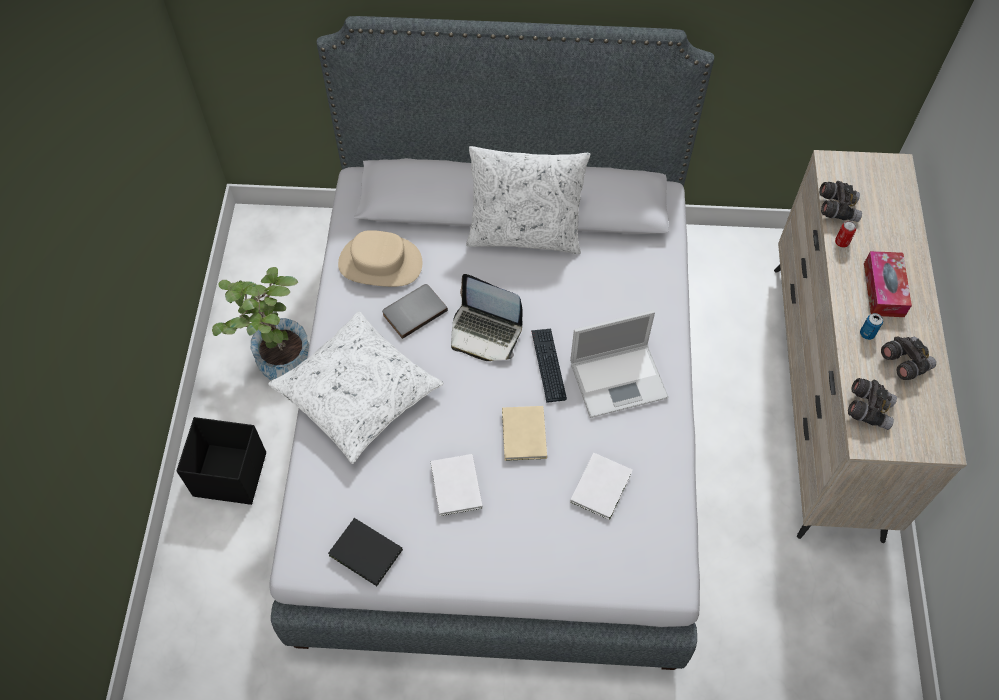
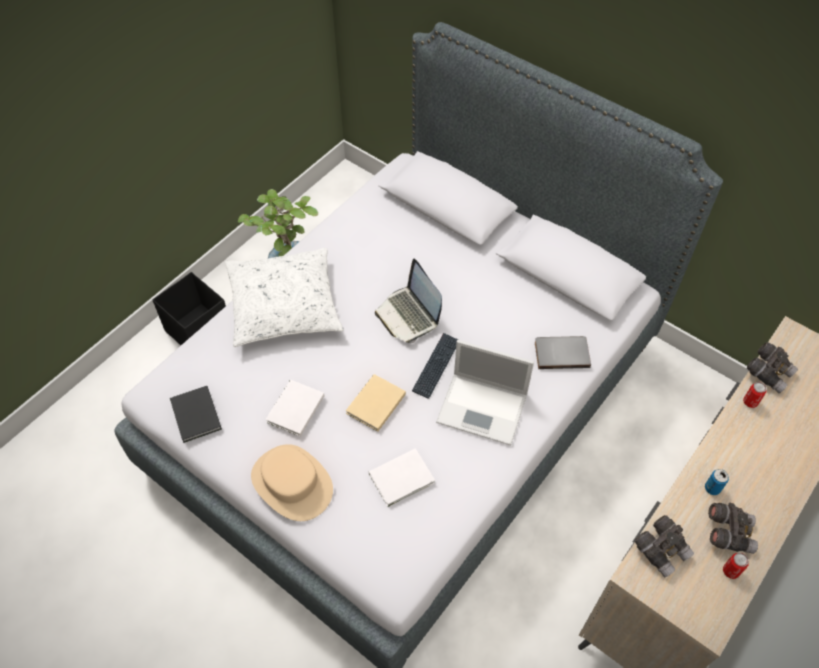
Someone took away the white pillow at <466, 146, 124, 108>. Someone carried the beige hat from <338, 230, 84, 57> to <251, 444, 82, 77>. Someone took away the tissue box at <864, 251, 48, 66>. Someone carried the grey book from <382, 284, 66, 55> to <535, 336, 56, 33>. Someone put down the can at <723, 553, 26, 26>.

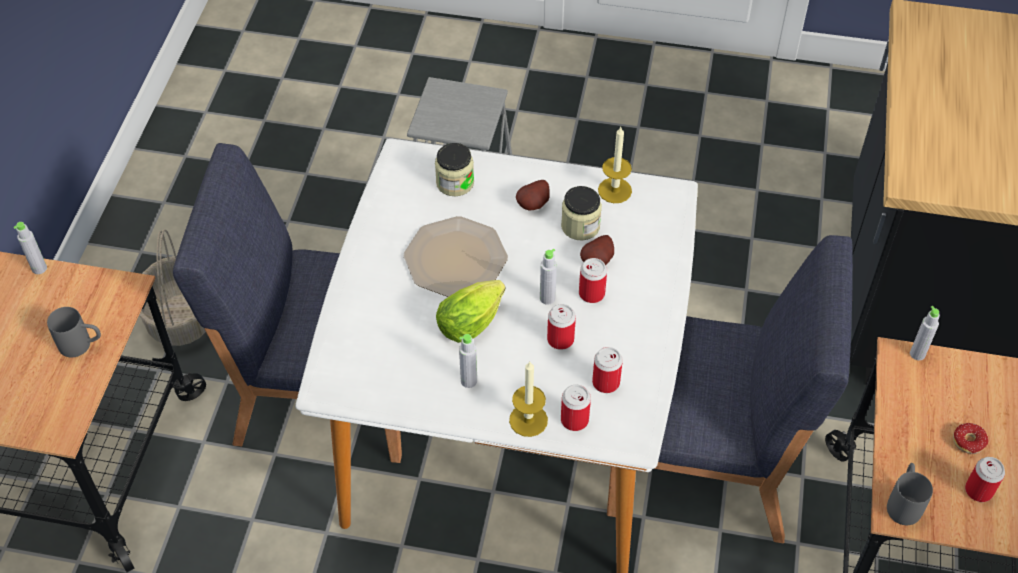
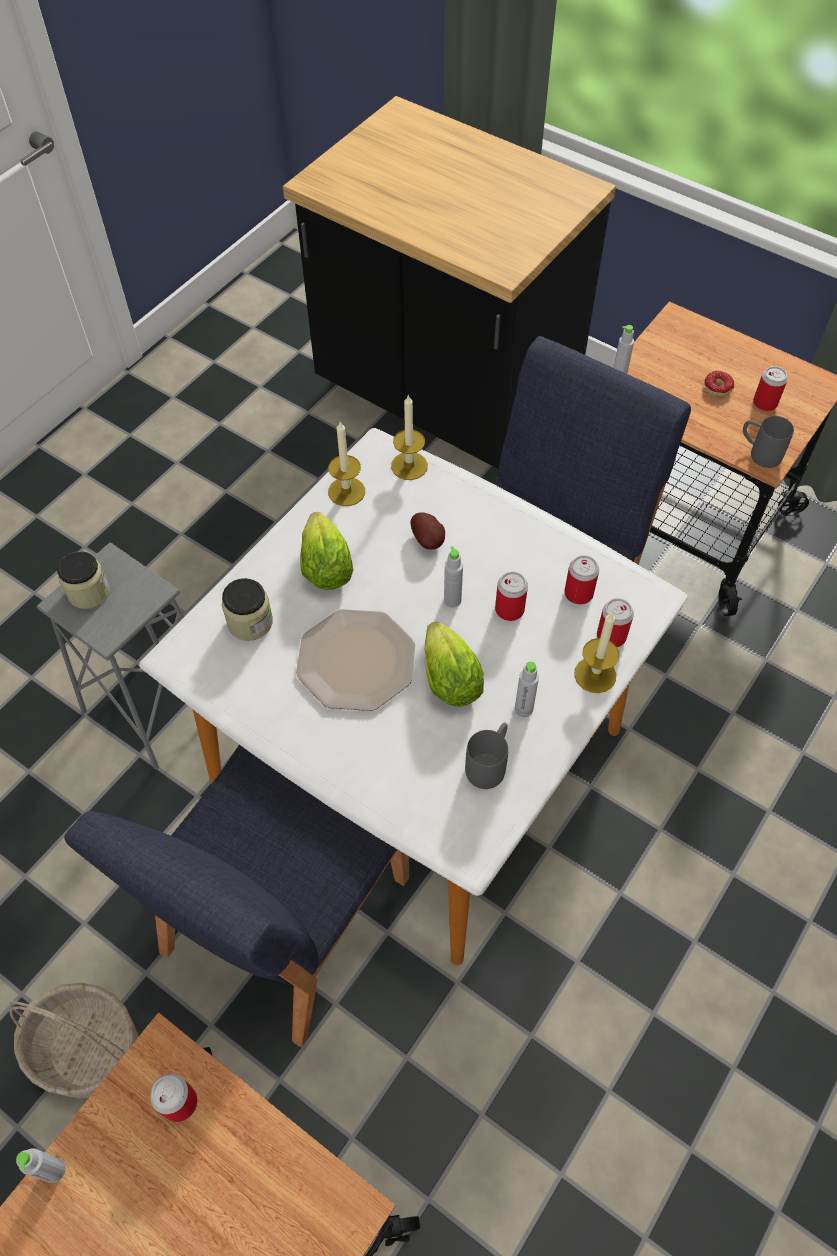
Someone swapped the potato at <516, 180, 34, 31> for the lettuce at <300, 512, 53, 78>. Someone carried the jar from <561, 186, 41, 55> to <57, 551, 53, 58>. Someone carried the can from <579, 258, 28, 45> to <150, 1074, 47, 48>. Someone carried the grey mug from <47, 307, 54, 51> to <465, 723, 43, 66>. Someone put down the candle at <391, 395, 37, 85>.

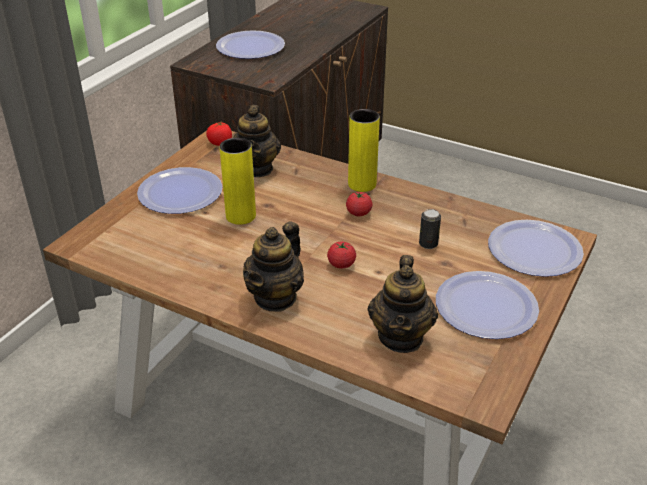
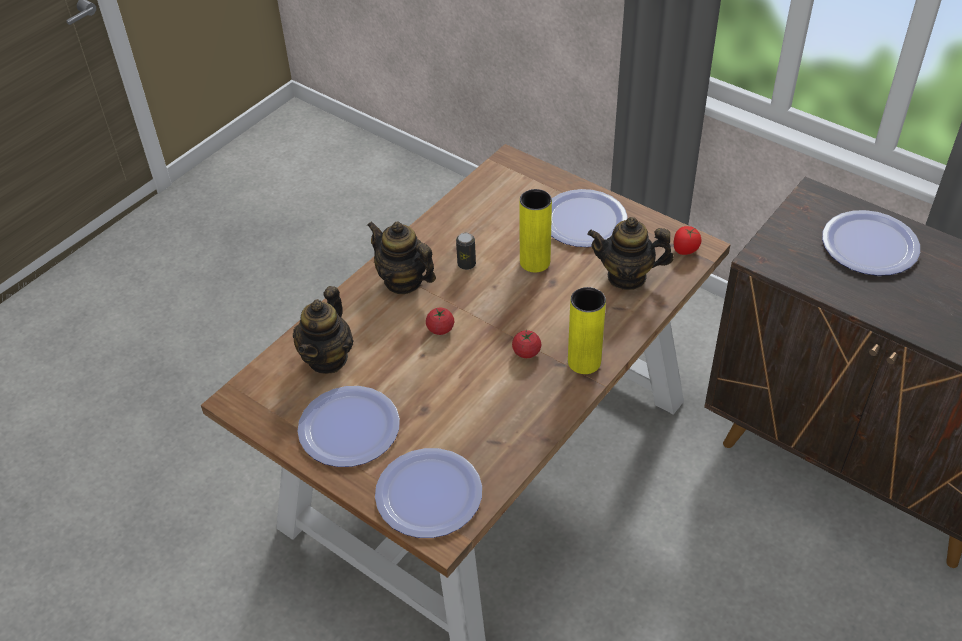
Someone carried the can from <419, 209, 22, 40> to <456, 233, 20, 37>. Someone rotated the teapot at <368, 255, 70, 98> by 90 degrees counterclockwise.

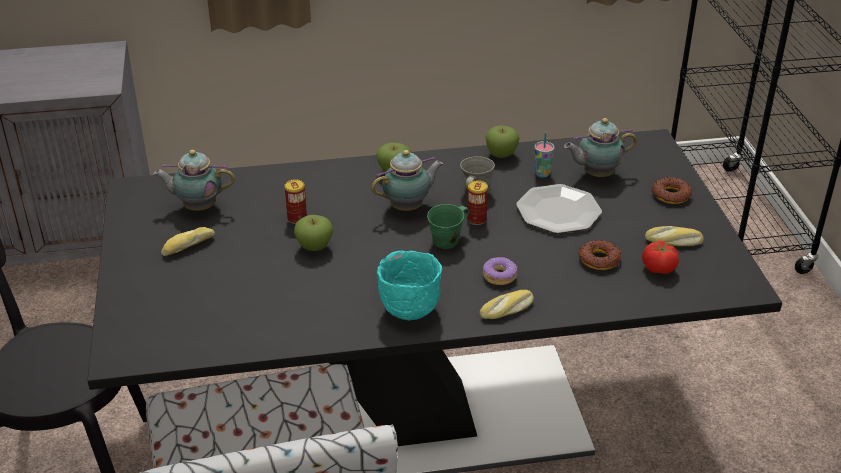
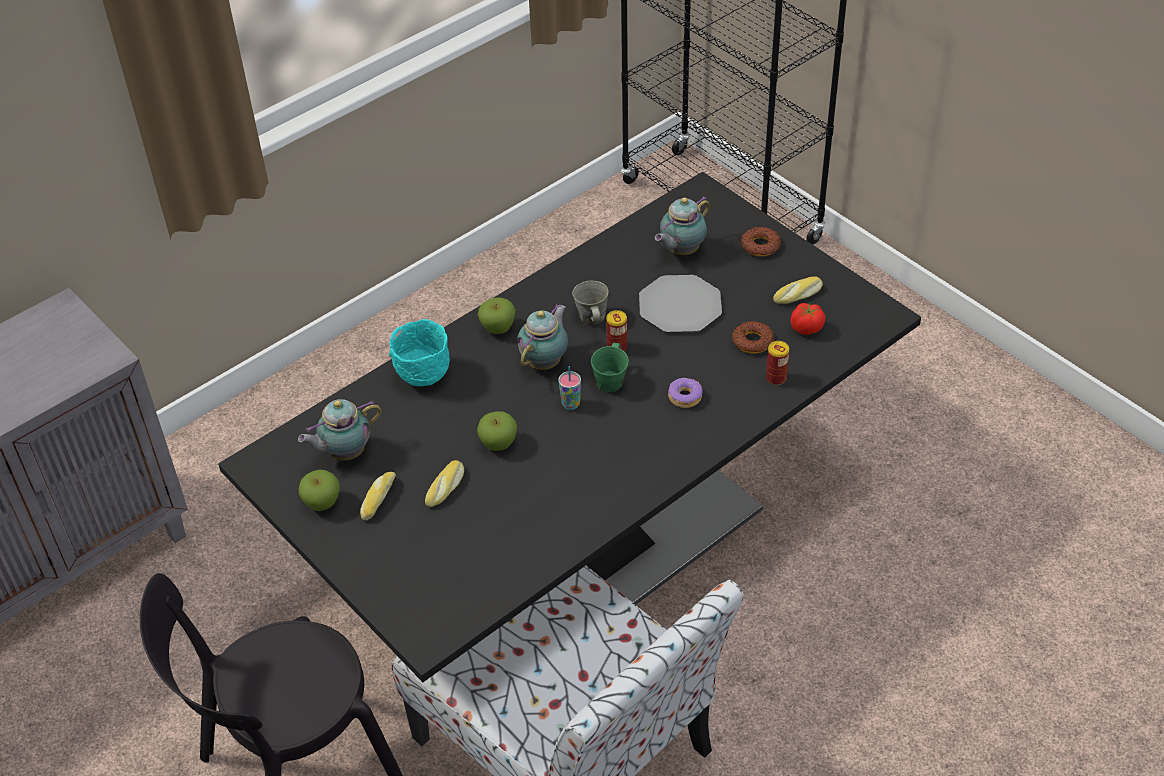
Someone carried the apple from <485, 126, 34, 32> to <299, 469, 41, 42>. Someone carried the cup from <534, 132, 21, 46> to <559, 366, 22, 44>. Someone carried the can from <285, 179, 22, 45> to <766, 341, 23, 44>. Someone carried the turquoise bowl from <376, 251, 66, 70> to <389, 319, 61, 67>. Someone carried the bread from <480, 290, 54, 29> to <425, 460, 39, 47>.

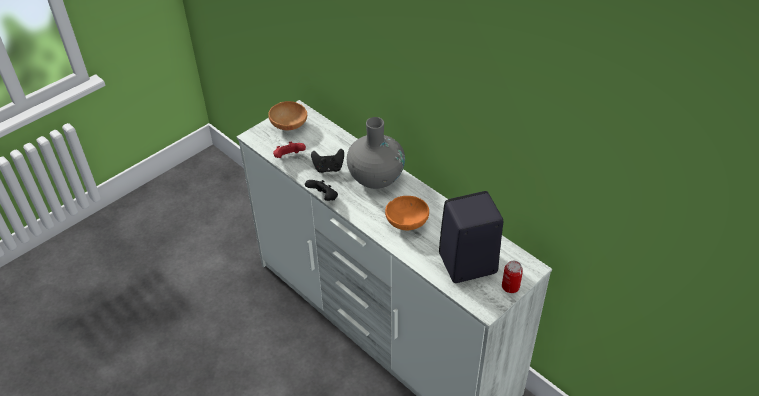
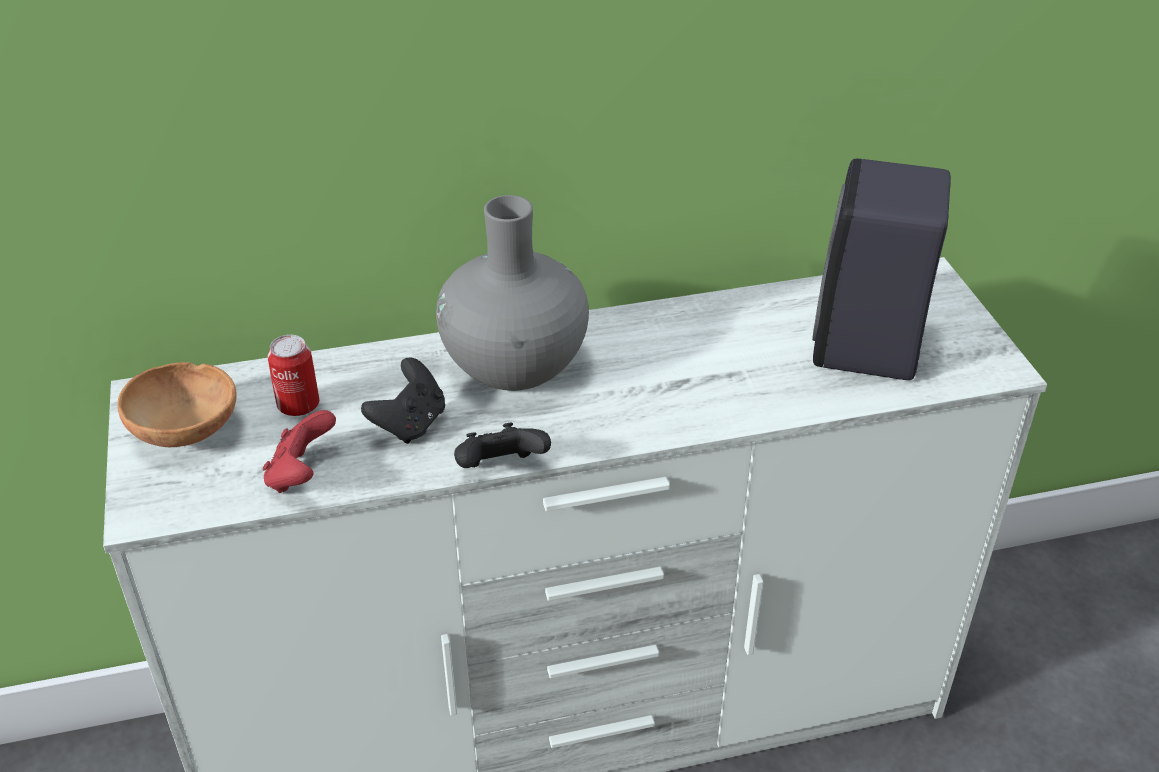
Someone took away the orange bowl at <385, 196, 44, 34>. Someone carried the can from <502, 261, 21, 32> to <268, 335, 51, 81>.

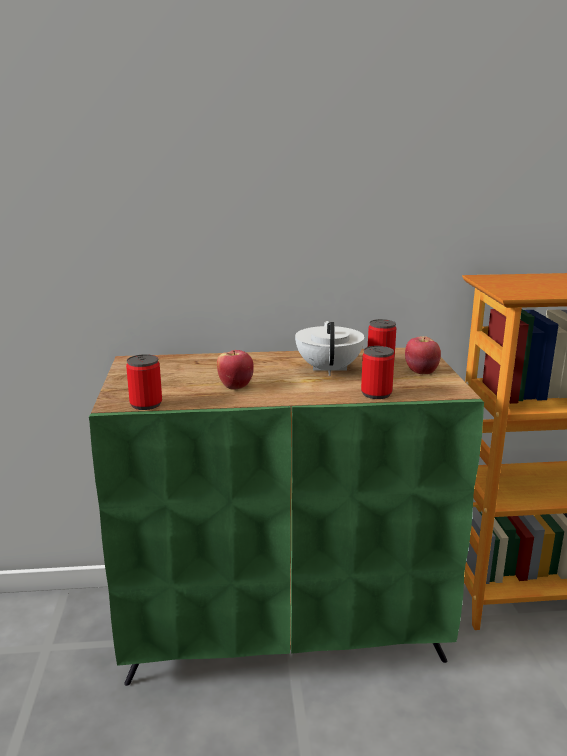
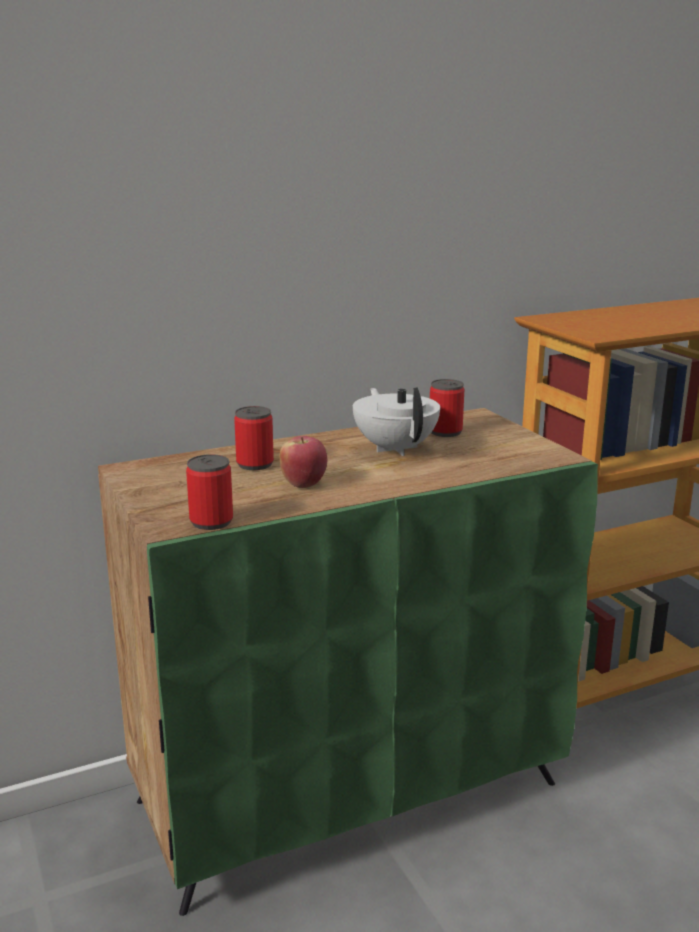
Someone took away the apple at <405, 336, 36, 38>. Someone carried the can from <361, 346, 33, 53> to <234, 406, 40, 64>.

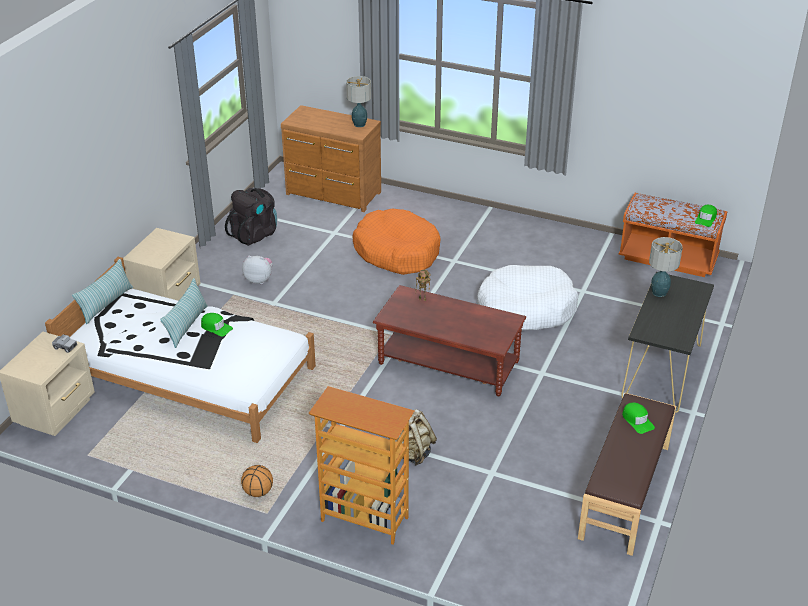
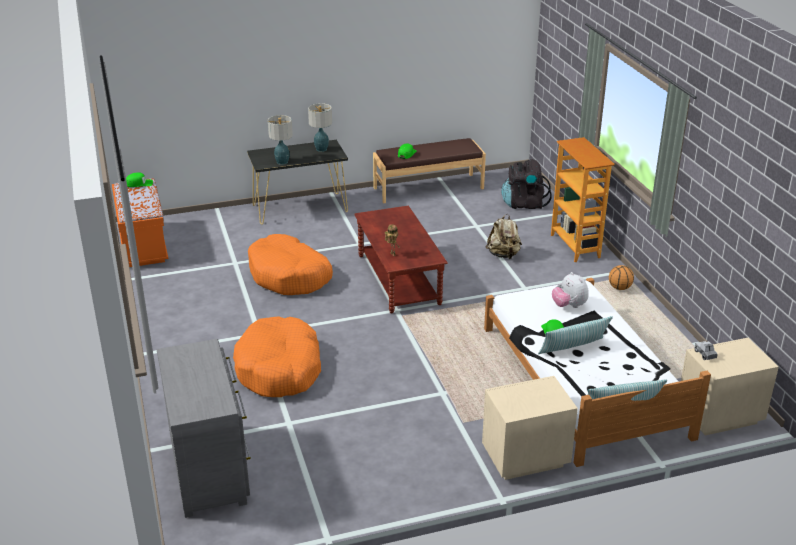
Someone carried the table lamp from <346, 76, 25, 51> to <308, 103, 24, 49>. Someone repainted the brown dresser at <281, 105, 100, 107>, which became the grey dresser at <157, 339, 94, 179>. Someone carried the black backpack from <225, 188, 52, 58> to <501, 159, 51, 50>. Someone carried the plush toy from <242, 256, 30, 28> to <552, 272, 37, 36>. Someone repainted the white dog bed at <477, 265, 101, 66>, which became the orange dog bed at <248, 234, 85, 61>.

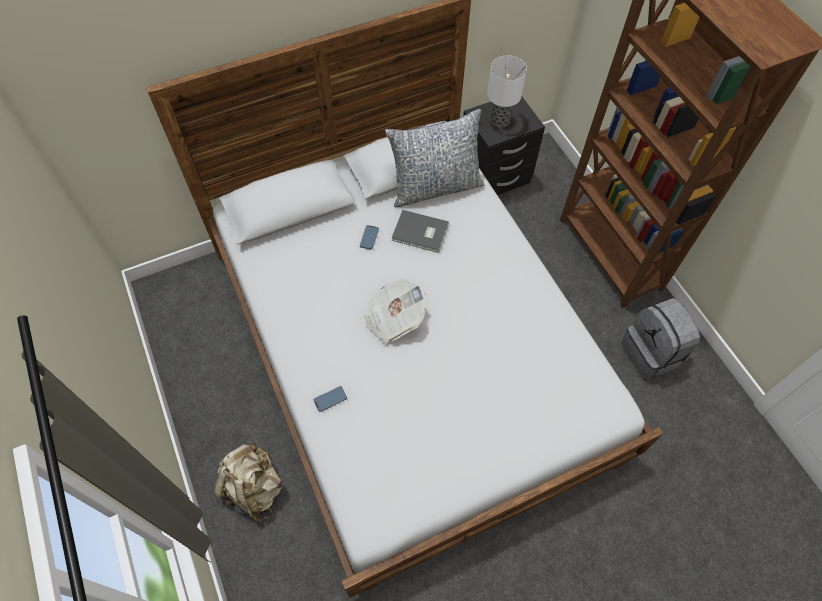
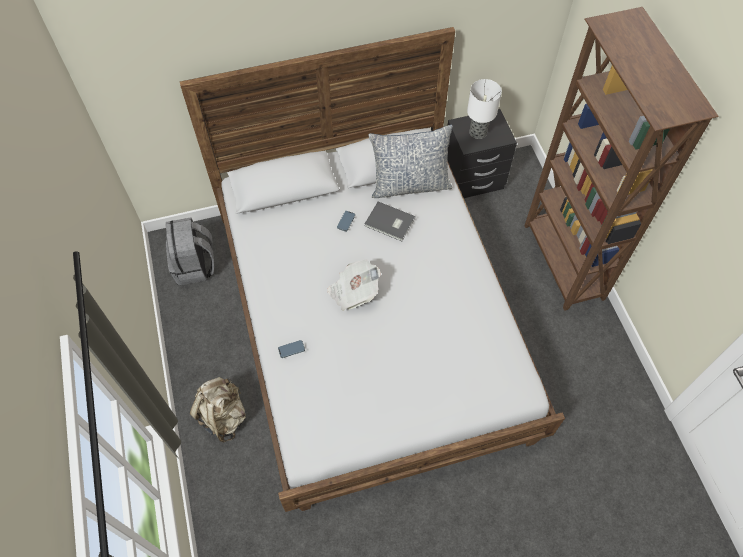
Someone carried the grey backpack from <621, 298, 80, 82> to <166, 217, 48, 68>.

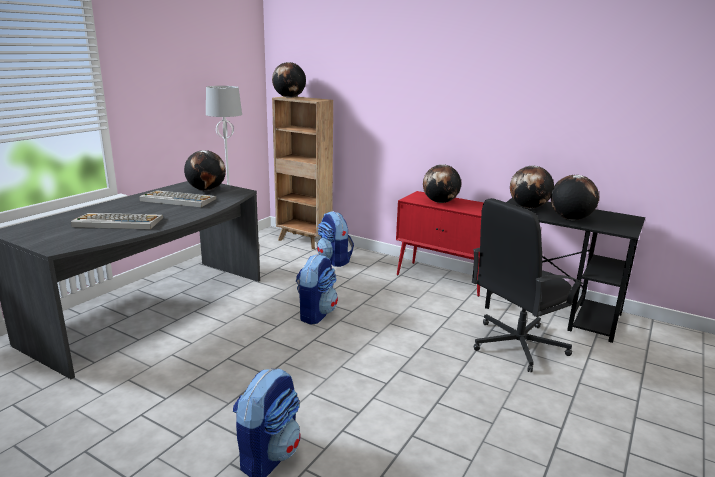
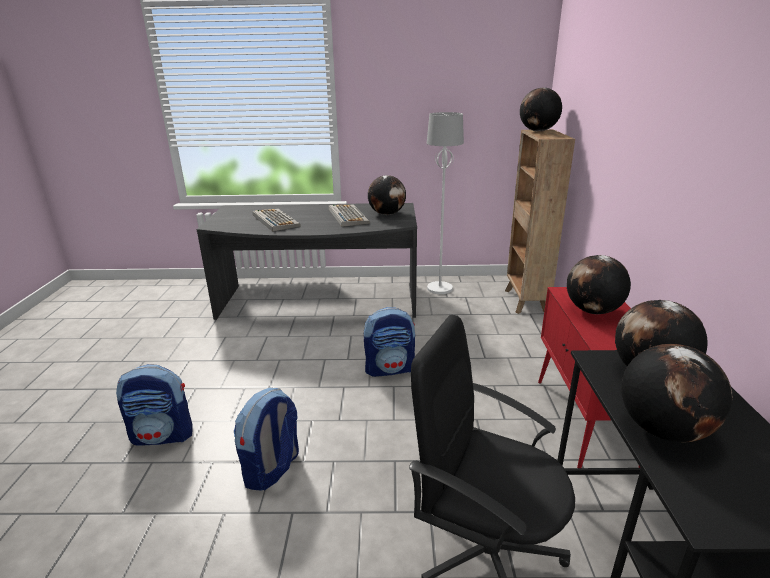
Someone carried the backpack from <317, 211, 37, 56> to <233, 388, 66, 103>.

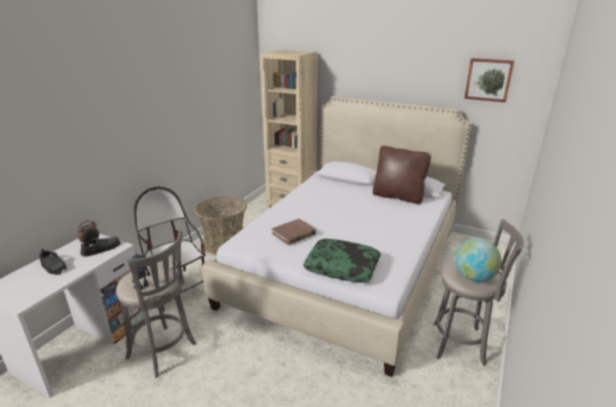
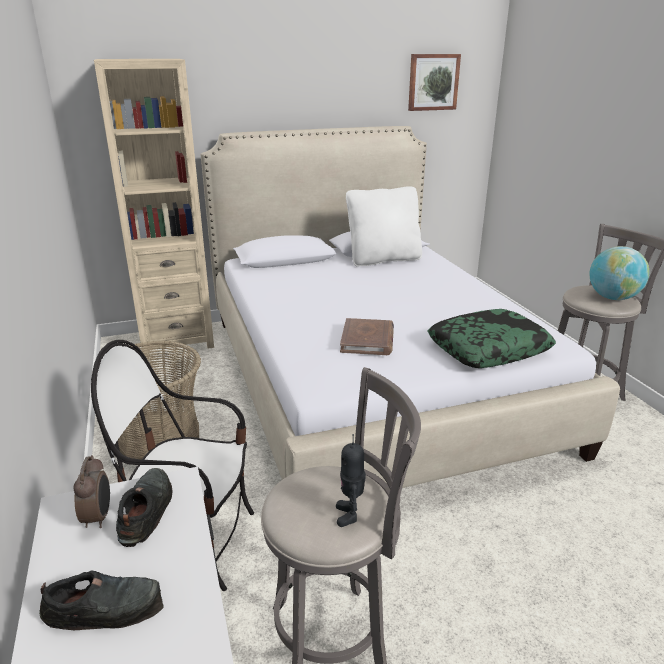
Someone repainted the brown pillow at <373, 146, 58, 58>, which became the white pillow at <346, 186, 76, 81>.

